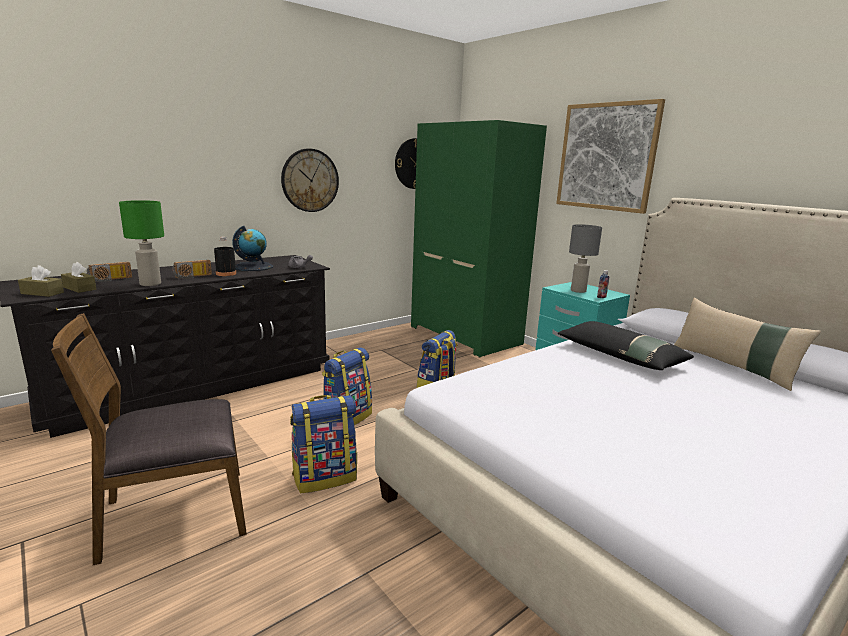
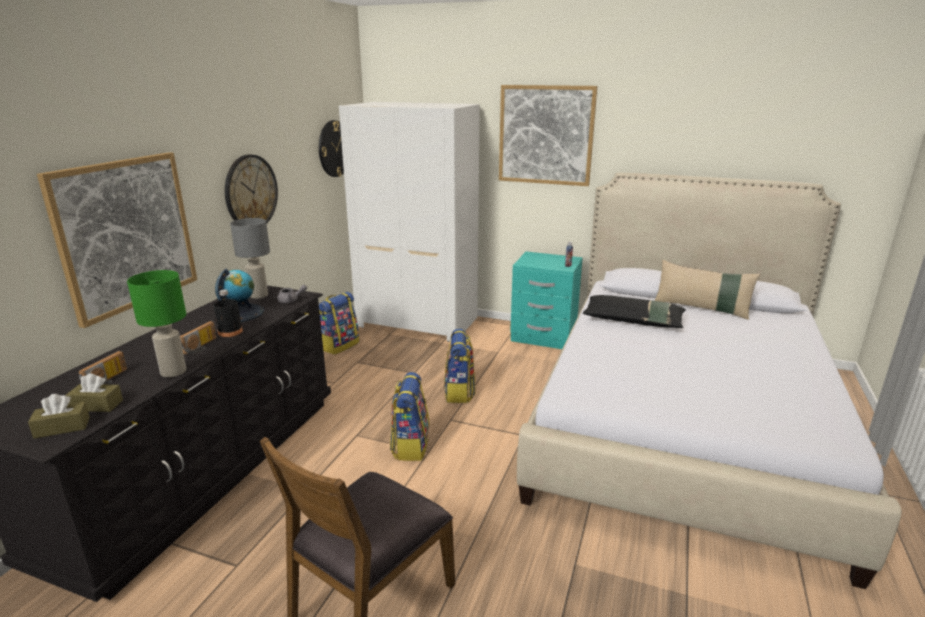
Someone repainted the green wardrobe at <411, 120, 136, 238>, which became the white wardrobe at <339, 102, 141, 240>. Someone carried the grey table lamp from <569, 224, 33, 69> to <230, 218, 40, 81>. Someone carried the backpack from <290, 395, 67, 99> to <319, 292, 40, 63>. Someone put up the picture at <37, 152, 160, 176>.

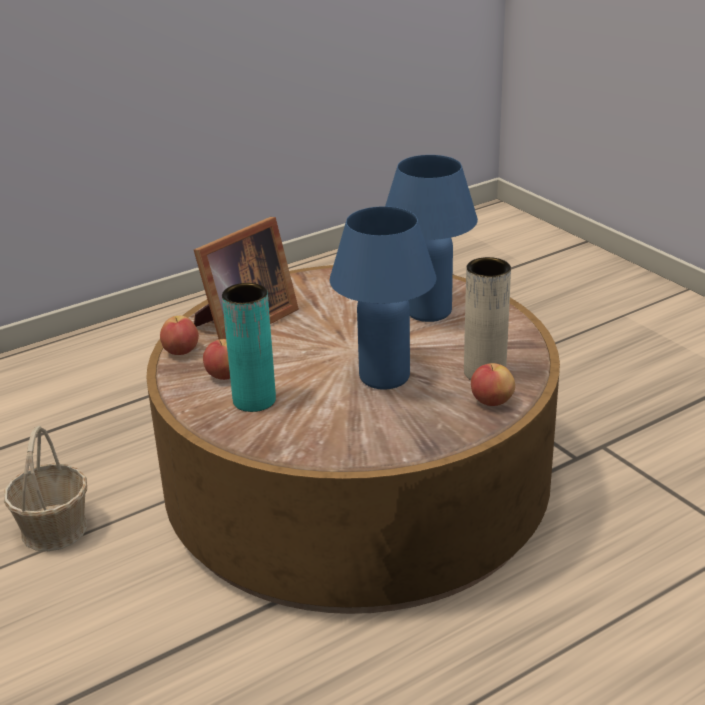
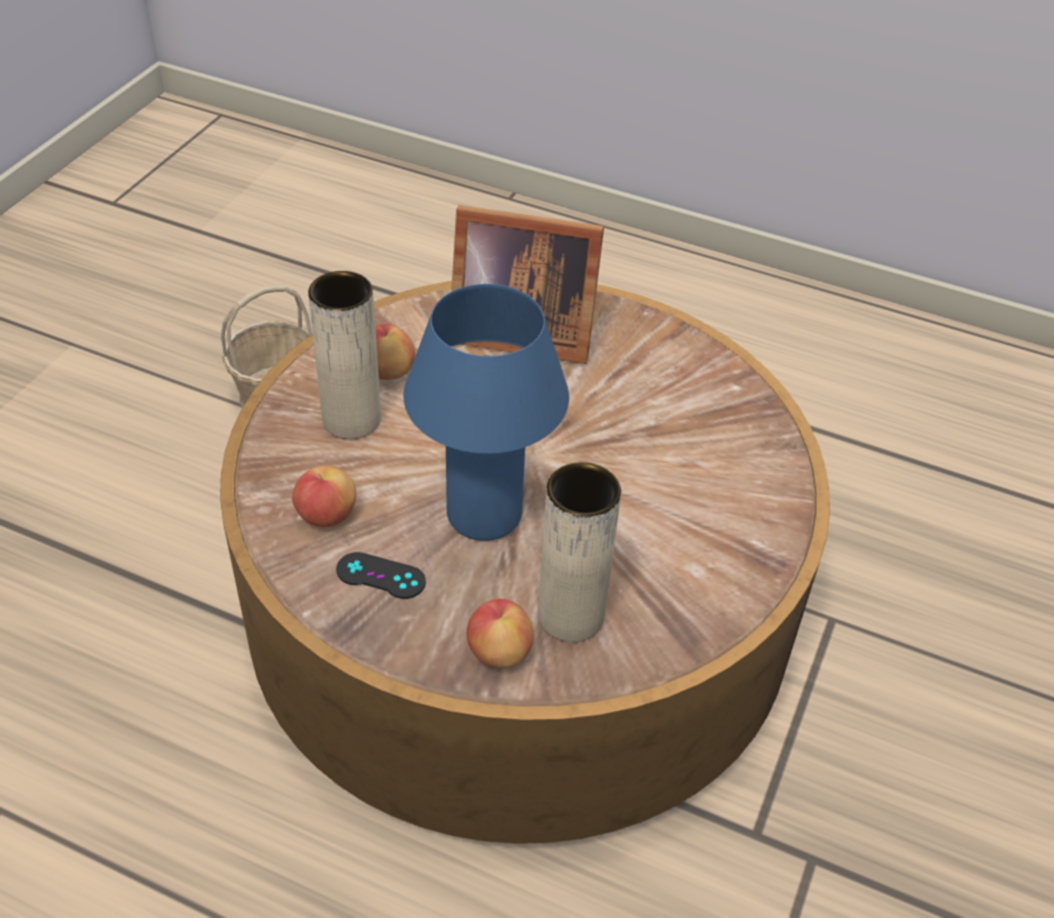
Someone took away the blue table lamp at <385, 155, 93, 167>. Someone repainted the turquoise vase at <222, 283, 54, 129>, which became the beige vase at <308, 271, 73, 168>. Someone carried the apple from <160, 315, 39, 40> to <292, 465, 64, 62>. Someone put down the black game controller at <336, 552, 90, 47>.

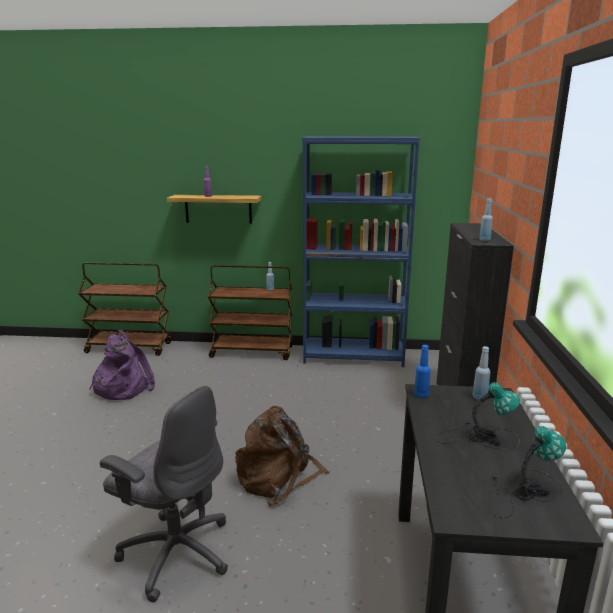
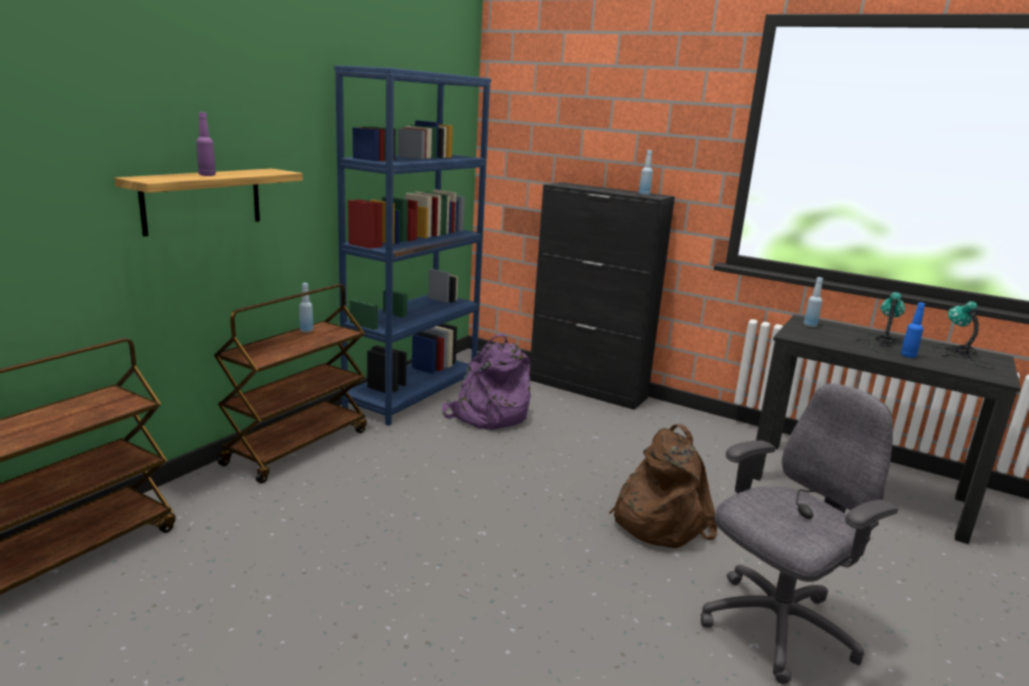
Someone carried the purple backpack from <89, 330, 66, 70> to <442, 333, 89, 97>. Someone carried the blue bottle from <414, 345, 17, 53> to <901, 302, 24, 56>.

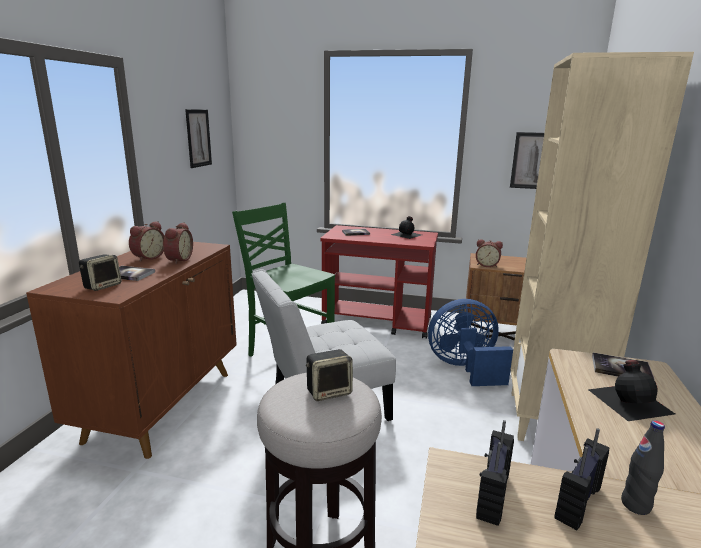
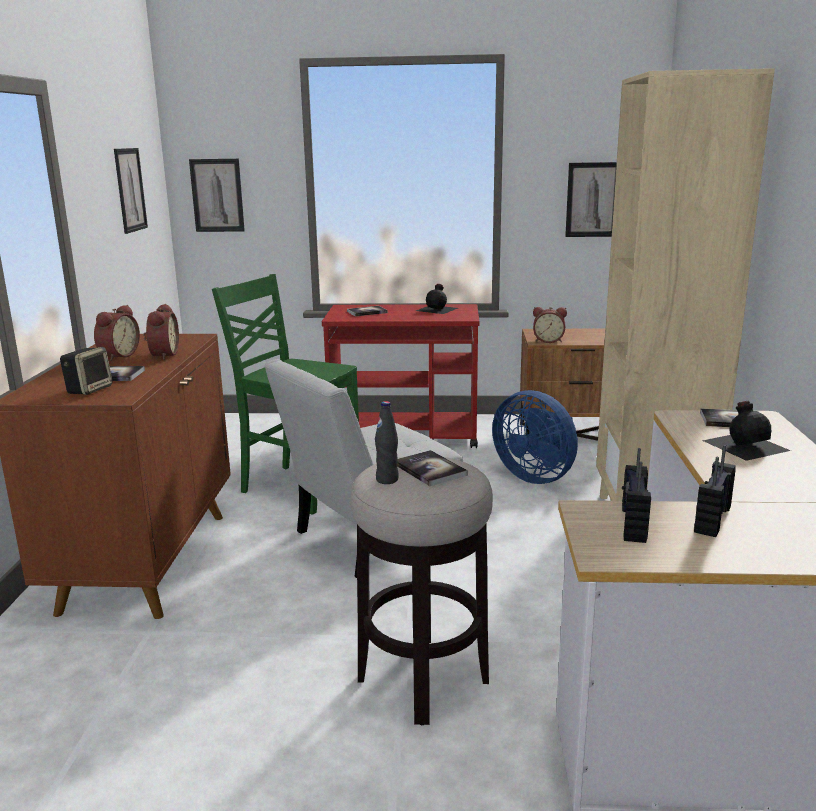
Someone rotated the blue fan at <428, 299, 85, 87> by 120 degrees counterclockwise. Someone swapped the speaker at <306, 349, 47, 52> for the book at <397, 450, 71, 36>. Someone carried the black bottle from <621, 420, 44, 95> to <375, 401, 24, 83>. Someone put up the picture at <189, 159, 56, 73>.

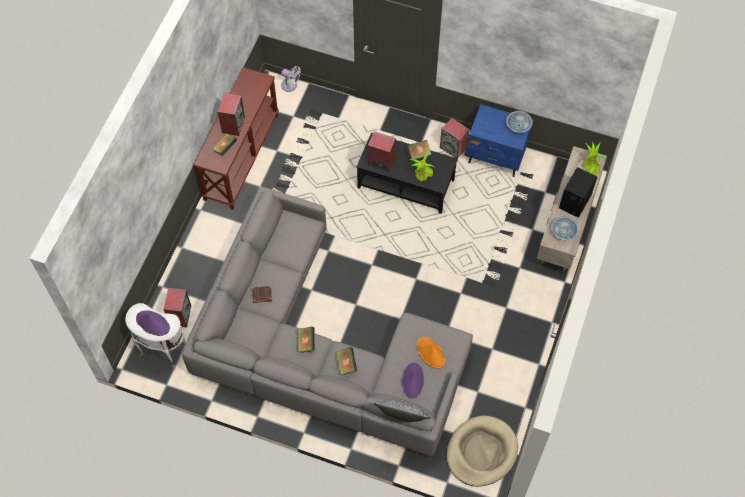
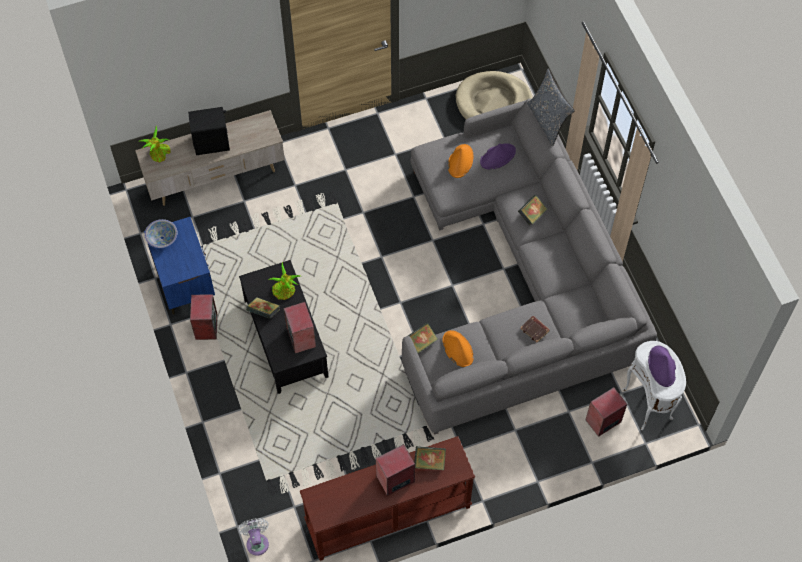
Someone took away the bowl at <551, 216, 28, 24>. Someone carried the book from <298, 327, 17, 26> to <408, 323, 30, 30>. Someone put down the orange hat at <442, 330, 31, 37>.

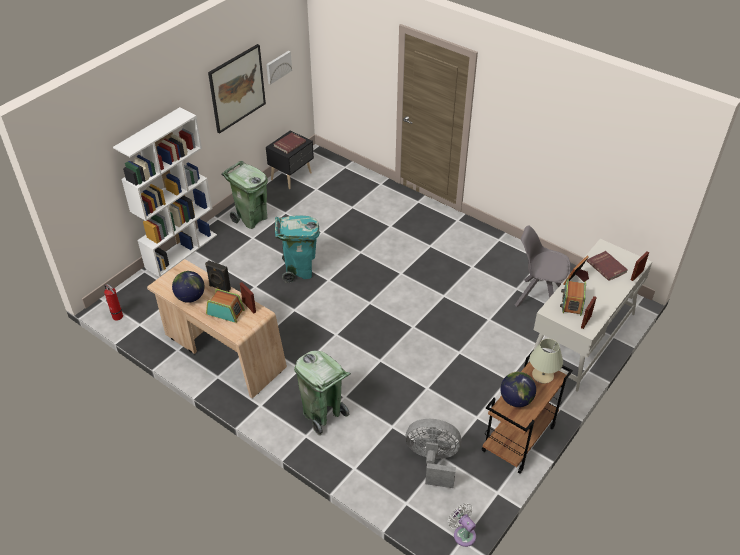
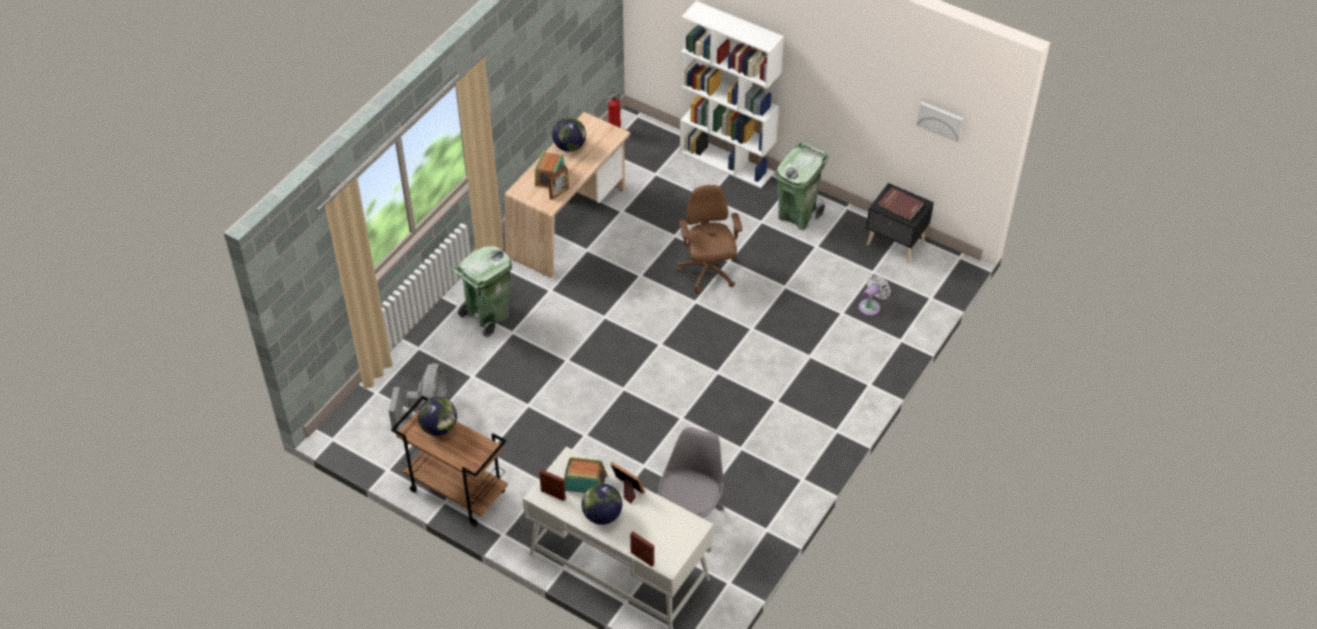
Someone took away the picture at <208, 44, 58, 90>. Someone swapped the turquoise trash can at <275, 216, 44, 67> for the brown office chair at <677, 185, 65, 109>. Someone took away the red book at <587, 251, 41, 30>. Someone took away the black speaker at <205, 260, 26, 32>. Someone took away the beige table lamp at <530, 339, 33, 45>. Someone carried the white fan from <448, 503, 28, 44> to <859, 273, 31, 43>. Someone put down the globe at <582, 484, 40, 41>.

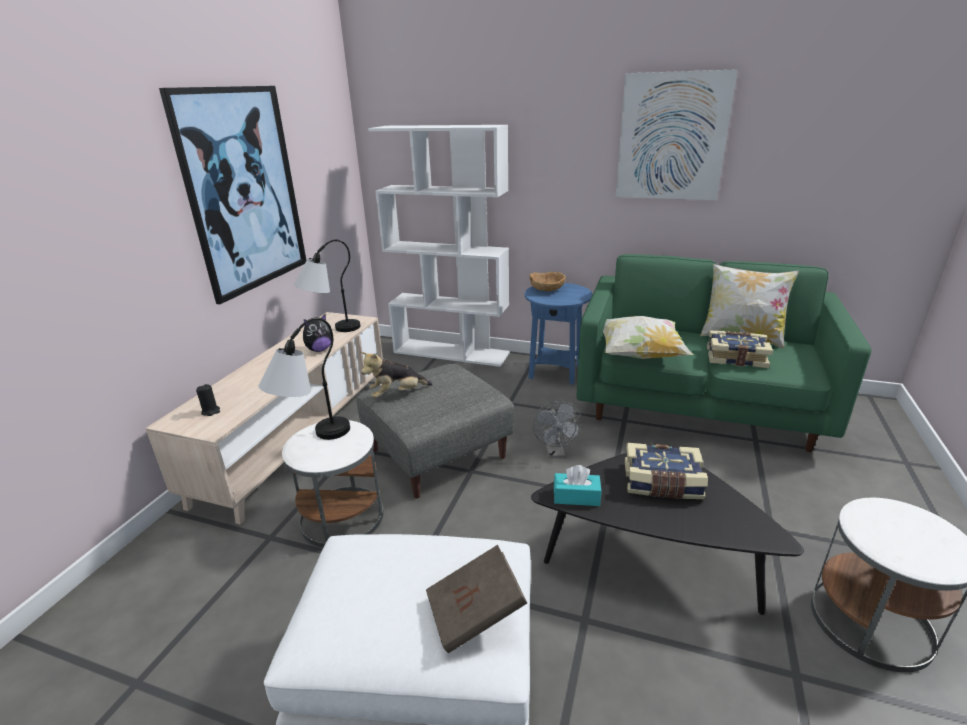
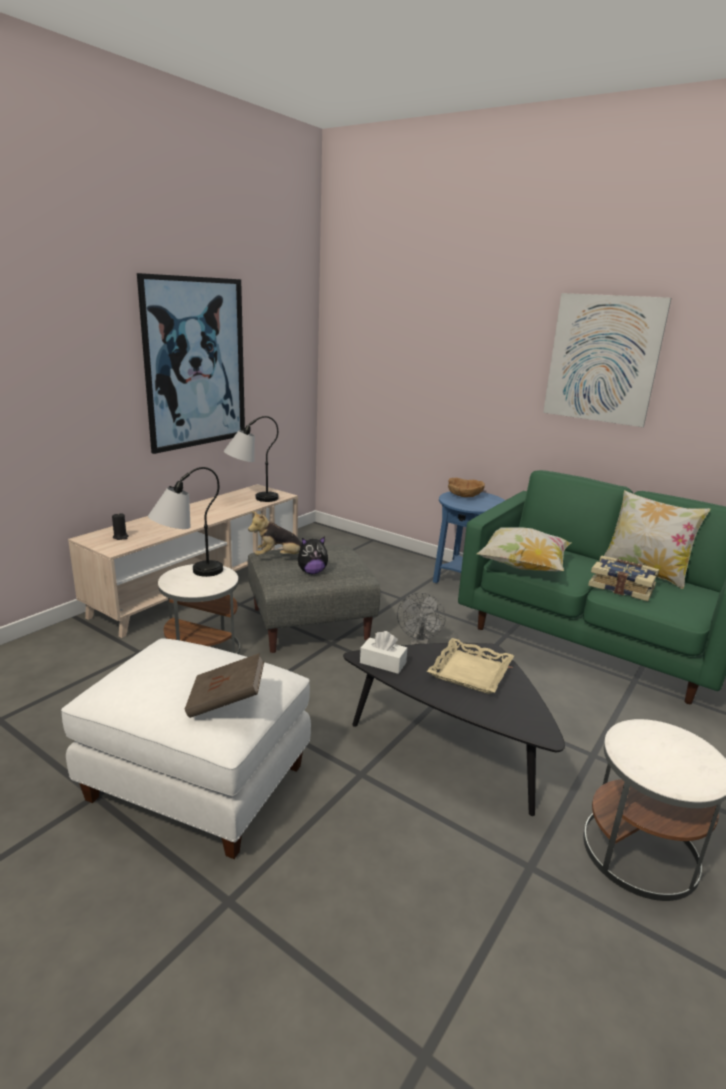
Someone took away the white bookcase at <368, 125, 142, 242>. Someone carried the plush toy from <303, 315, 28, 37> to <298, 537, 30, 37>. Someone swapped the book at <625, 443, 83, 56> for the beige tray at <427, 638, 87, 56>. Someone repainted the turquoise tissue box at <554, 465, 47, 41>, which became the white tissue box at <360, 631, 47, 43>.

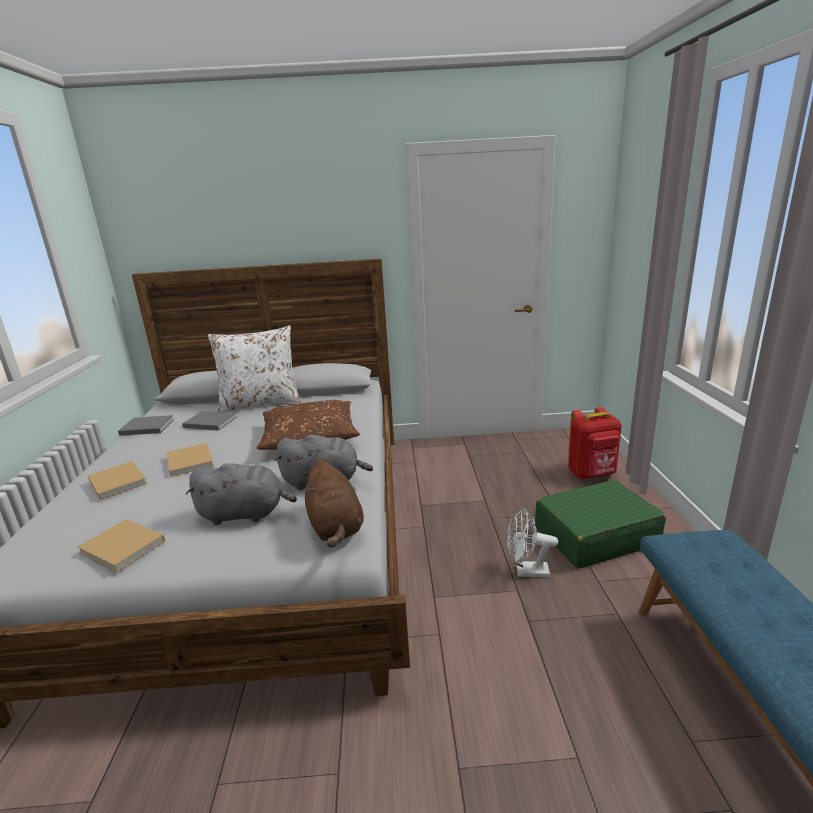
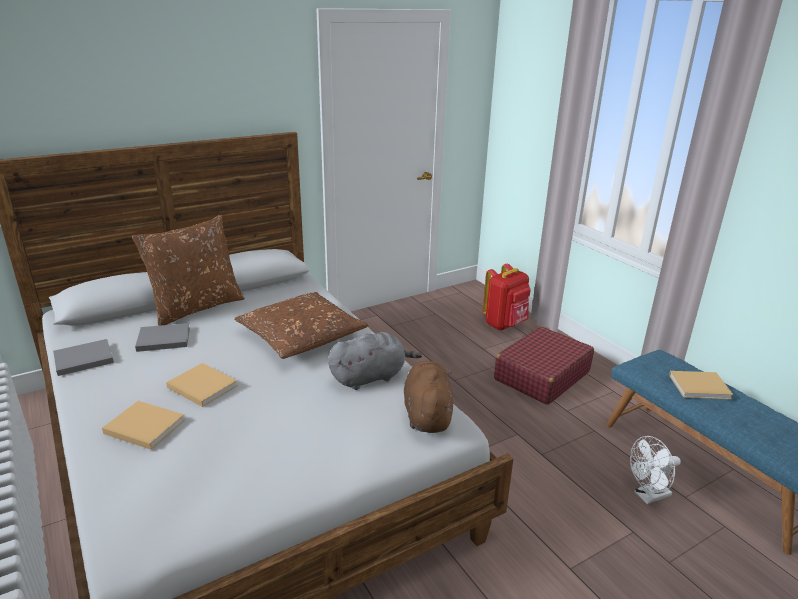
Someone repainted the white pillow at <208, 325, 93, 87>, which became the brown pillow at <132, 215, 113, 111>. Someone rotated the brown plush toy at <303, 459, 61, 88> by 135 degrees counterclockwise. Someone took away the grey plush toy at <186, 463, 111, 62>. Someone repainted the green suitcase at <535, 480, 131, 88>, which became the red suitcase at <494, 326, 100, 79>. Someone carried the white fan from <507, 508, 51, 69> to <630, 436, 51, 68>. Someone carried the beige book from <77, 520, 88, 52> to <669, 371, 64, 28>.

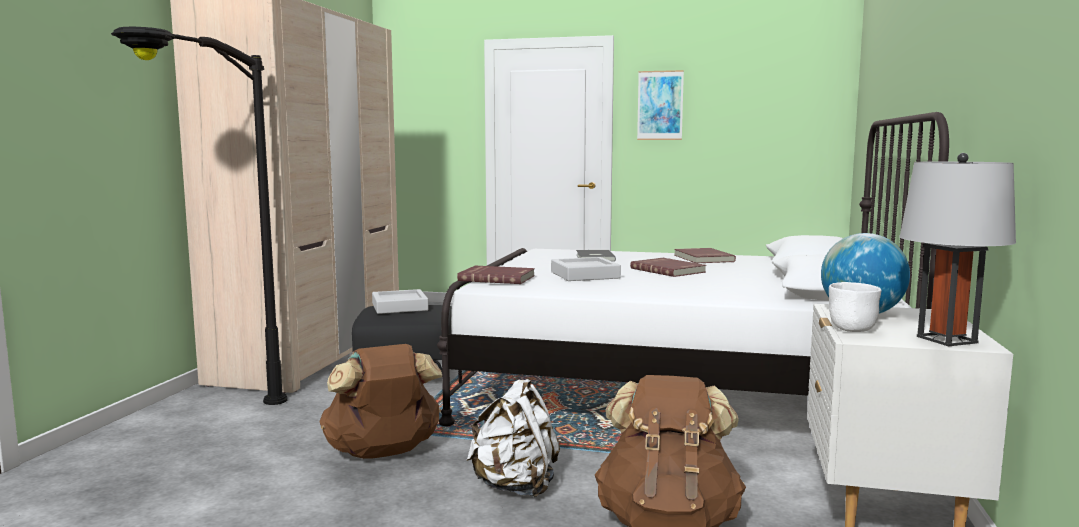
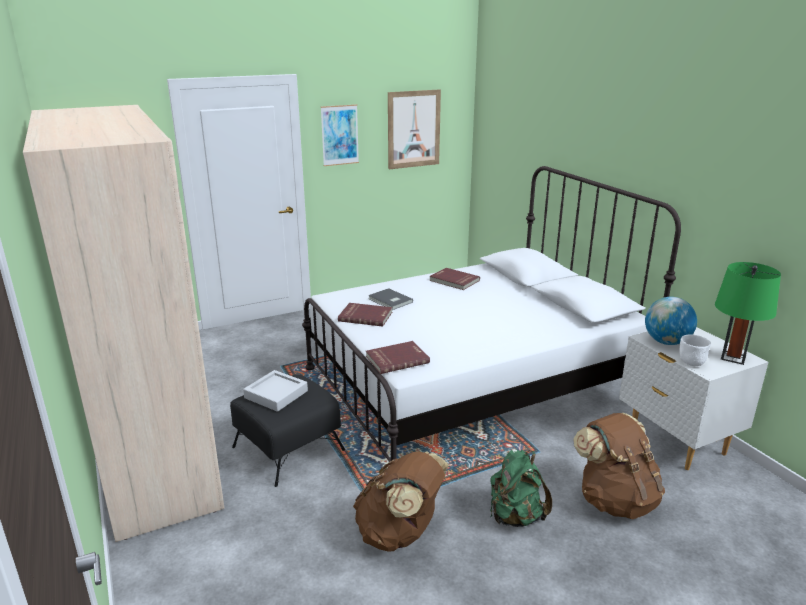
Someone took away the black floor lamp at <111, 27, 177, 378>. Someone repainted the grey table lamp at <899, 153, 117, 193>, which became the green table lamp at <715, 262, 66, 103>. Someone took away the grey tray at <551, 257, 70, 24>. Someone carried the red book from <630, 258, 76, 19> to <338, 303, 54, 23>. Someone repainted the white backpack at <466, 379, 94, 118>, which became the green backpack at <490, 449, 62, 78>. Someone put up the picture at <388, 89, 53, 80>.

